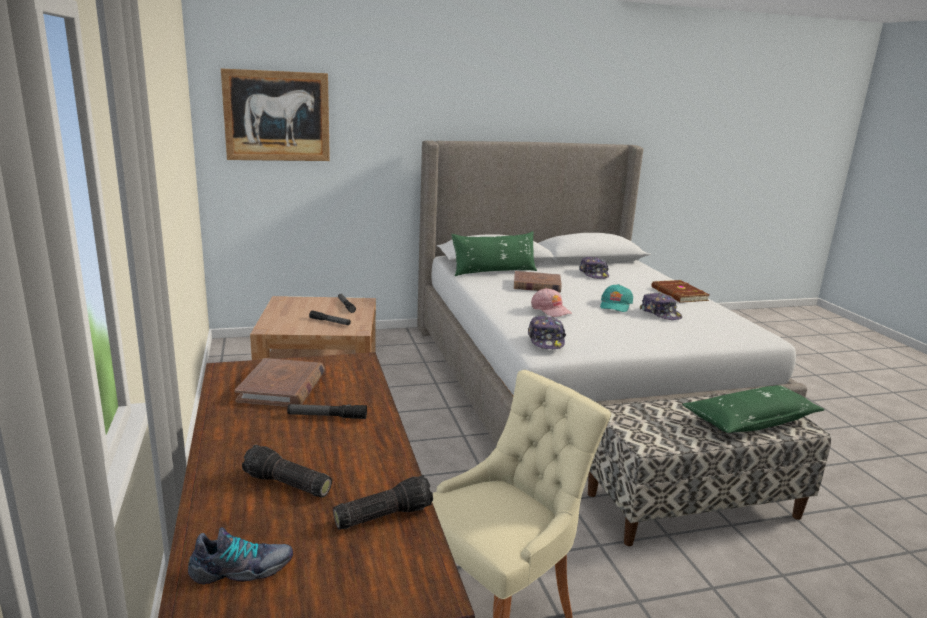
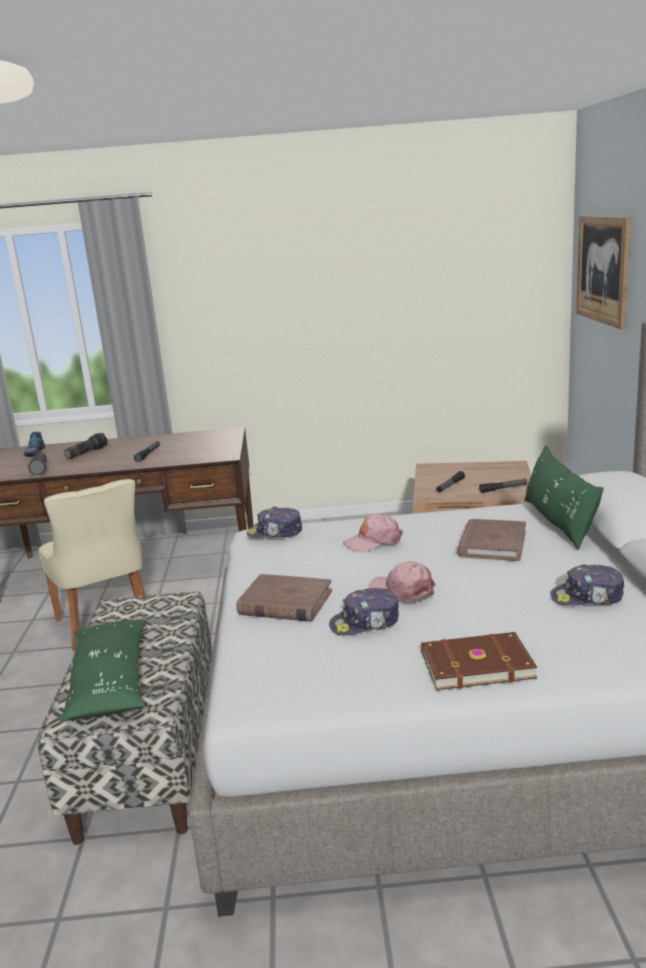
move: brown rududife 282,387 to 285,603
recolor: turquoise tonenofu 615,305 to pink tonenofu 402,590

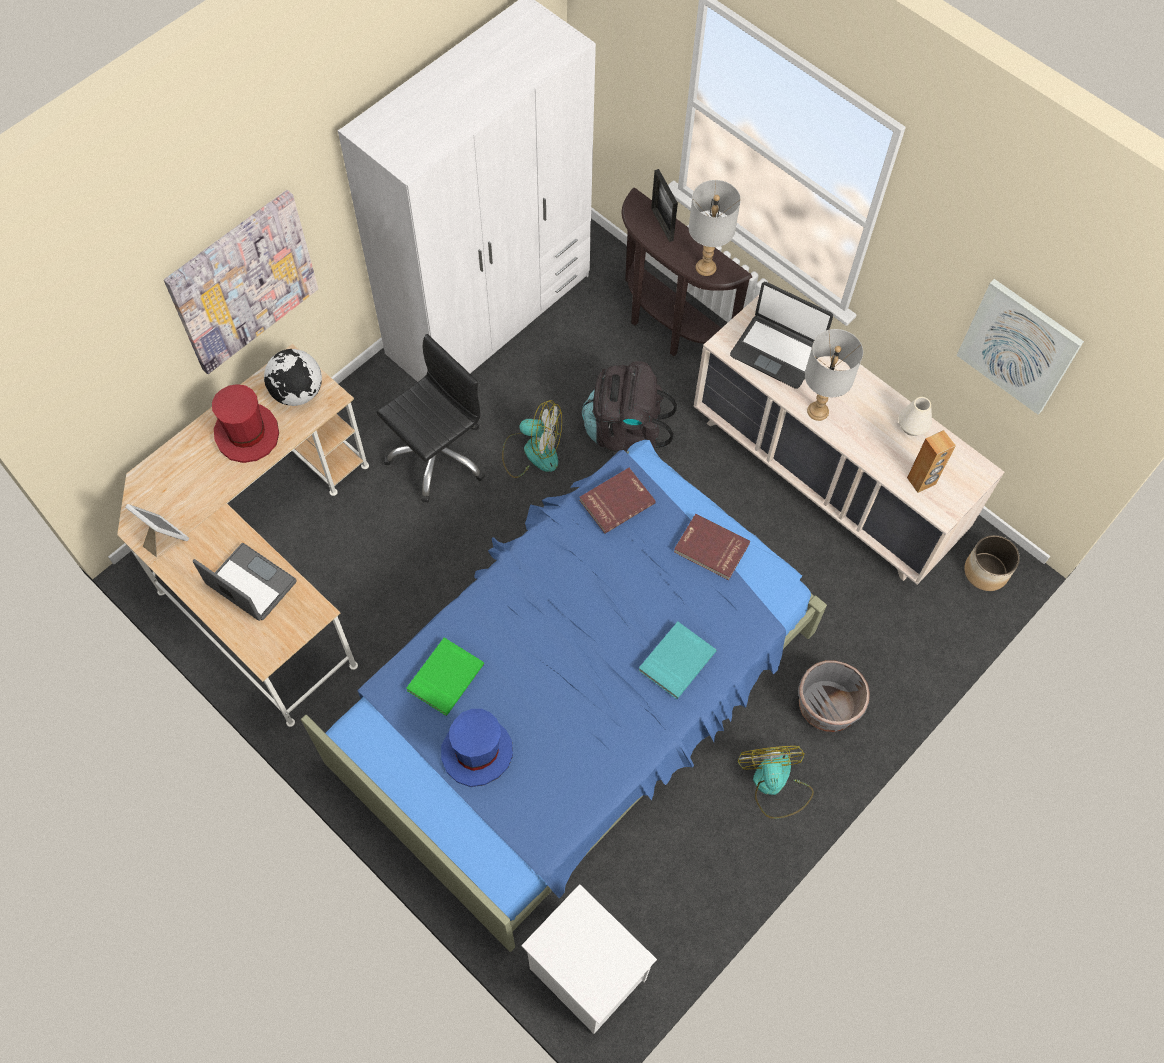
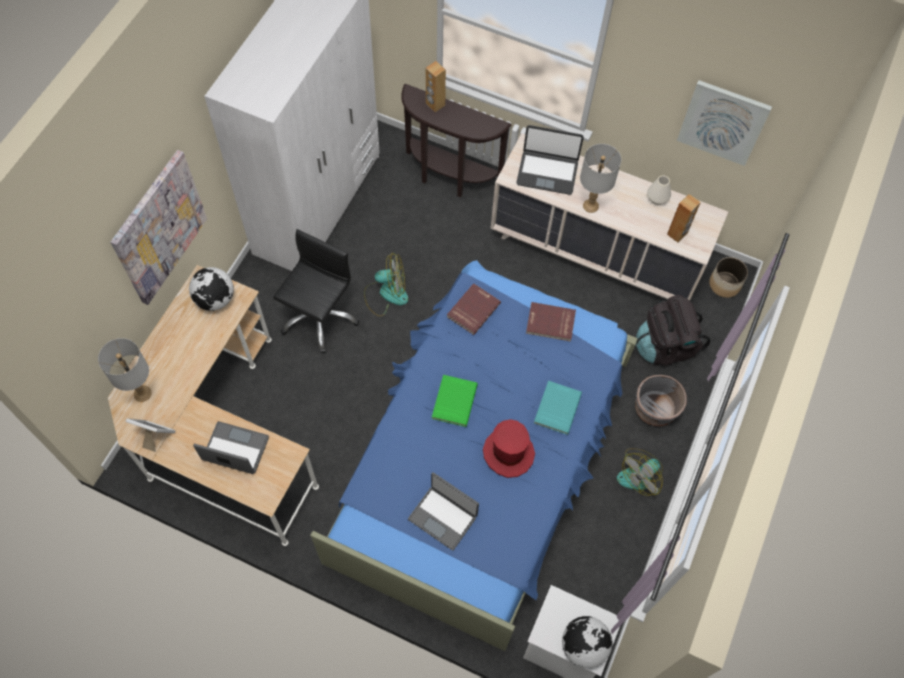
insert: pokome 583,646
move: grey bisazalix 706,267 to 142,393; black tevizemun 625,430 to 665,346; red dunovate 247,433 to 508,452; green rududife 444,676 to 453,401
replace: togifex 662,224 to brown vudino 435,104; blue dunovate 477,752 to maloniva 443,517
rotate: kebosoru 774,785 = 640,474 105 degrees counterclockwise

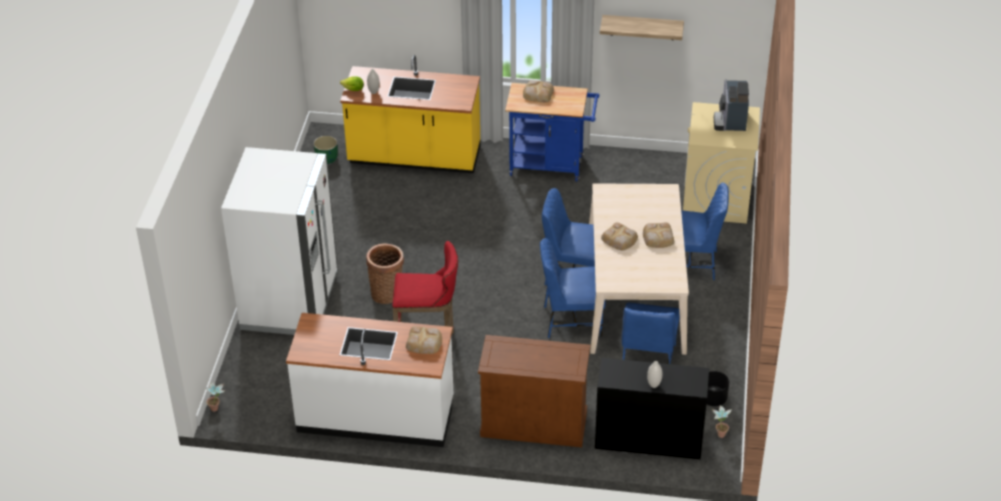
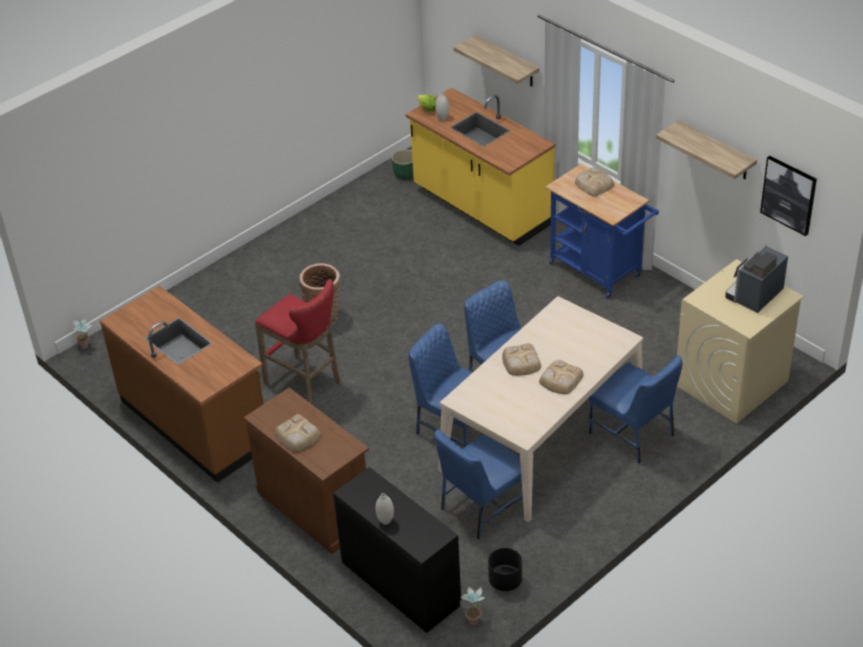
delete: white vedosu 290,302
insert: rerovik 507,62; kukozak 789,195
move: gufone 424,342 to 297,436
recolor: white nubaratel 376,415 to brown nubaratel 196,422

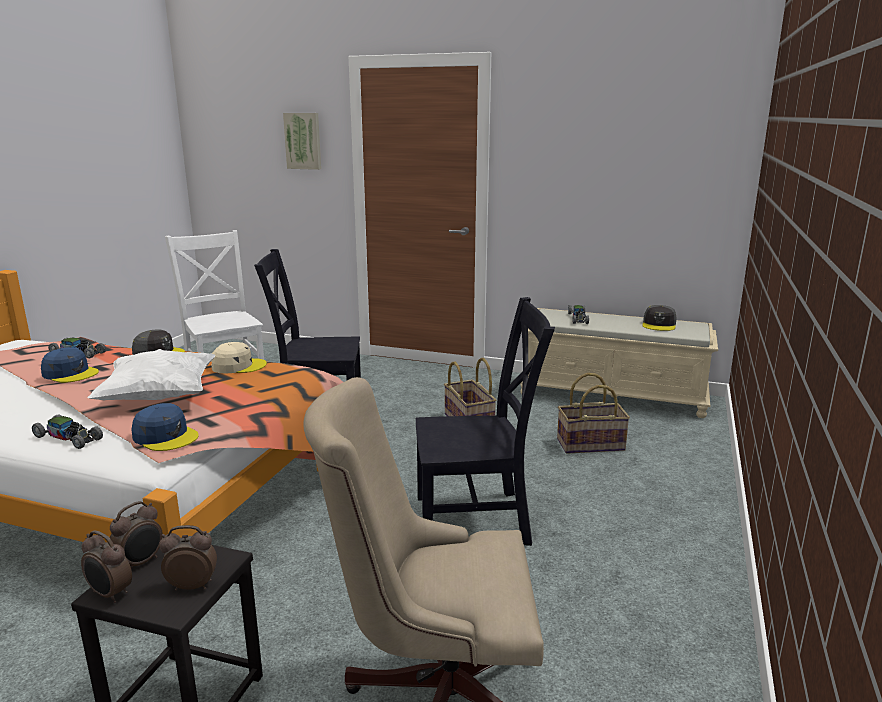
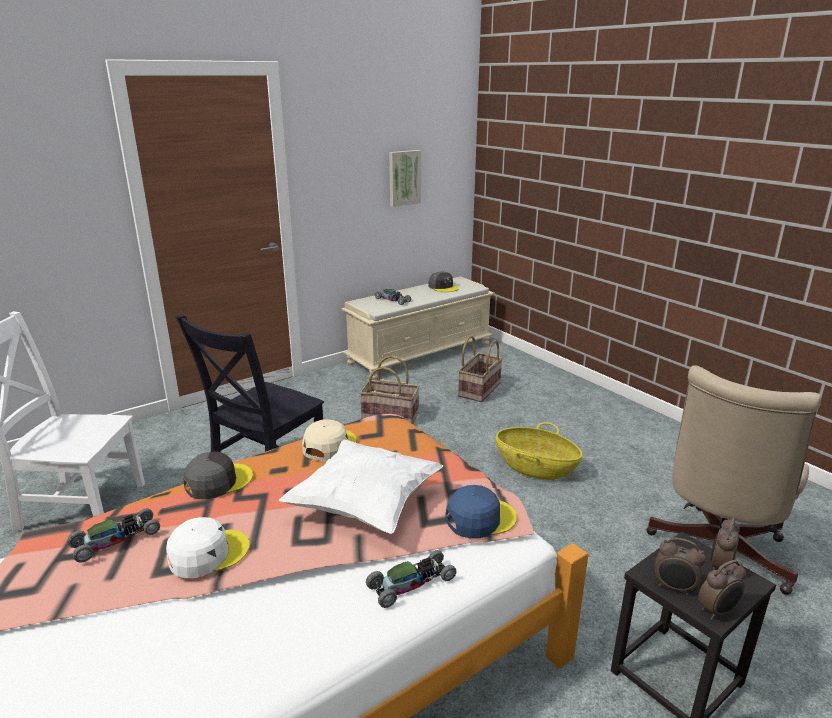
move: kukozak 303,141 to 404,178
replace: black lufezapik 477,520 to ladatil 535,467
recolor: blue tonenofu 70,373 to white tonenofu 207,553
rotate: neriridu 141,563 = 674,587 135 degrees clockwise

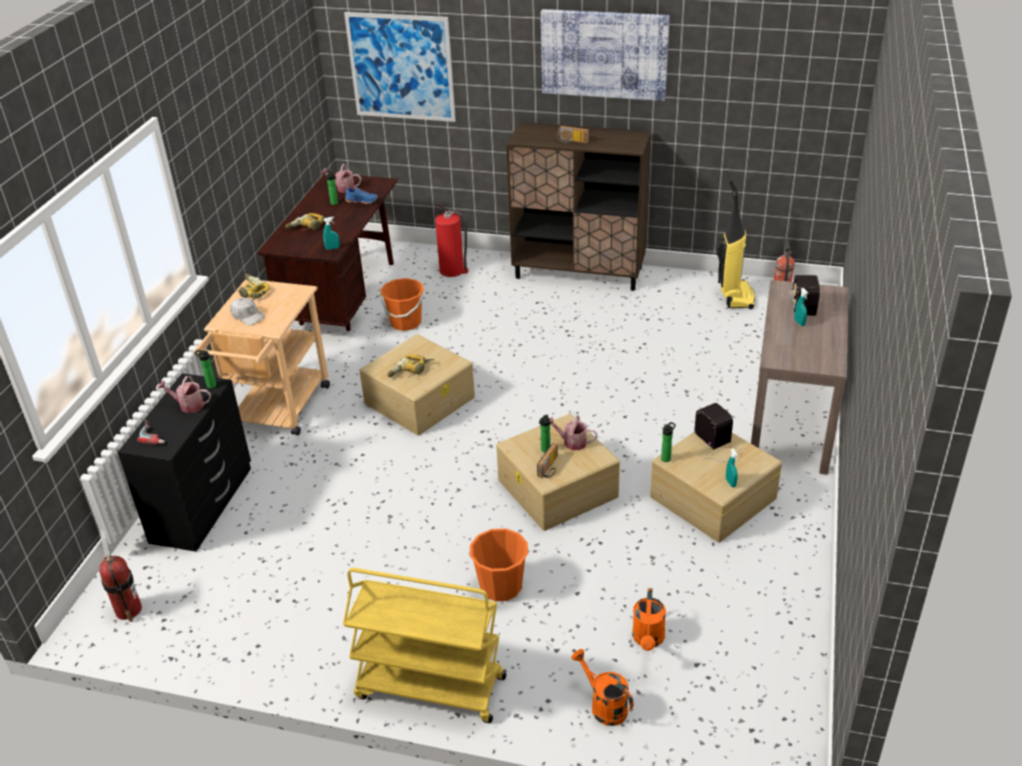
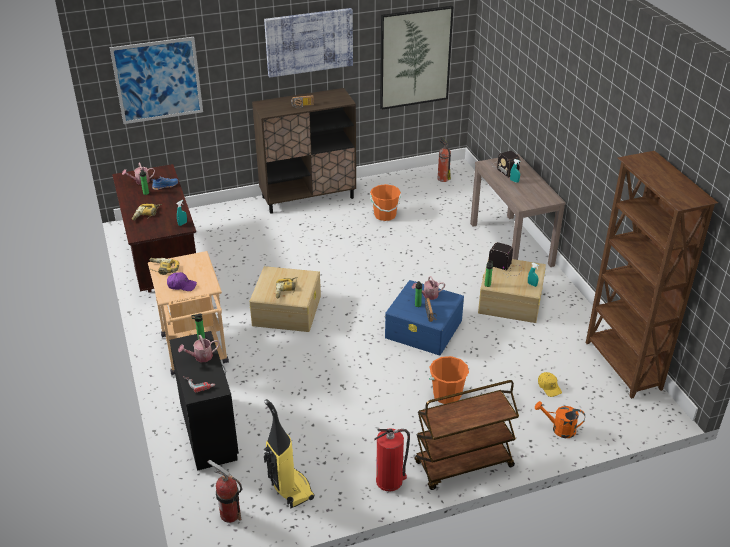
insert: kukozak 415,58; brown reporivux 622,366
move: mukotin 735,296 to 289,488; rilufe 452,270 to 390,481; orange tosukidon 405,323 to 385,215
replace: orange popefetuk 648,640 to yellow tonenofu 549,387
recolor: white tonenofu 247,316 to purple tonenofu 181,285; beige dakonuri 558,488 to blue dakonuri 424,329; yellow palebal 429,688 to brown palebal 463,465

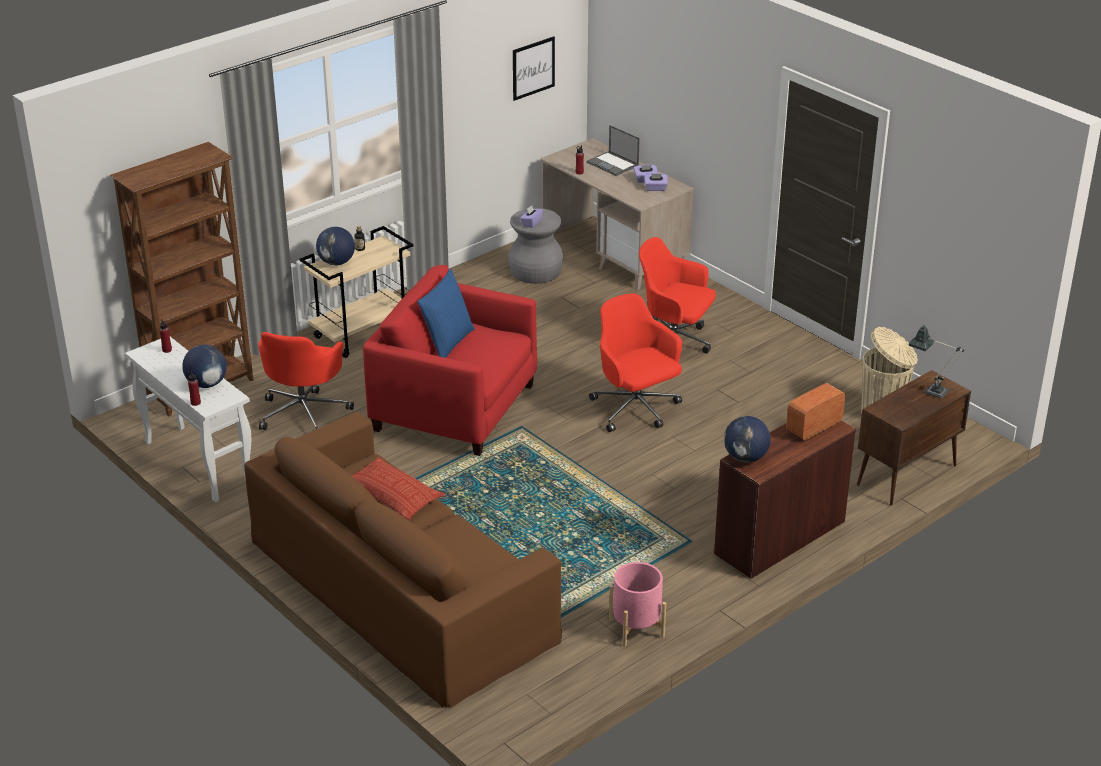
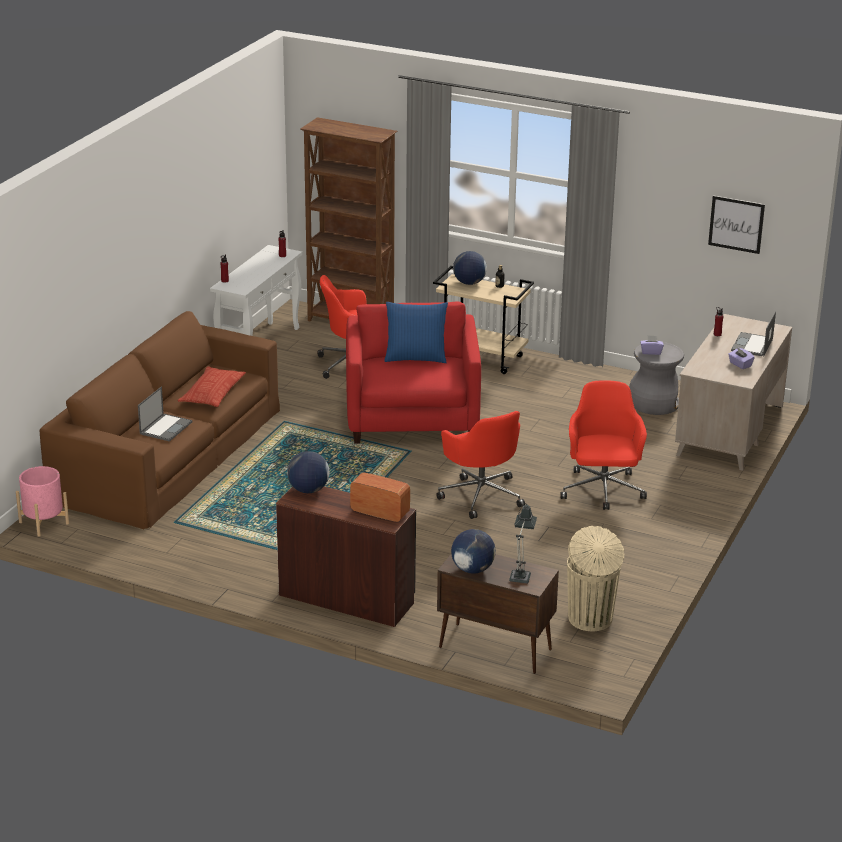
delete: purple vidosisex 655,188
insert: maloniva 166,427
move: pokome 206,384 to 472,569; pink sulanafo 636,628 to 44,523
rotate: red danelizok 636,409 = 481,495 120 degrees clockwise

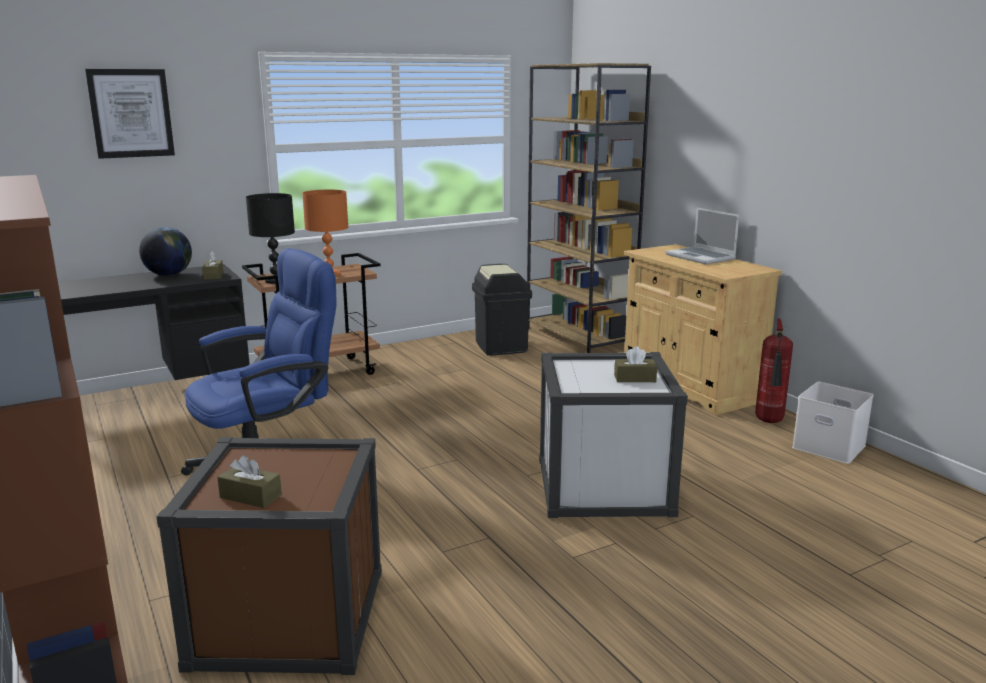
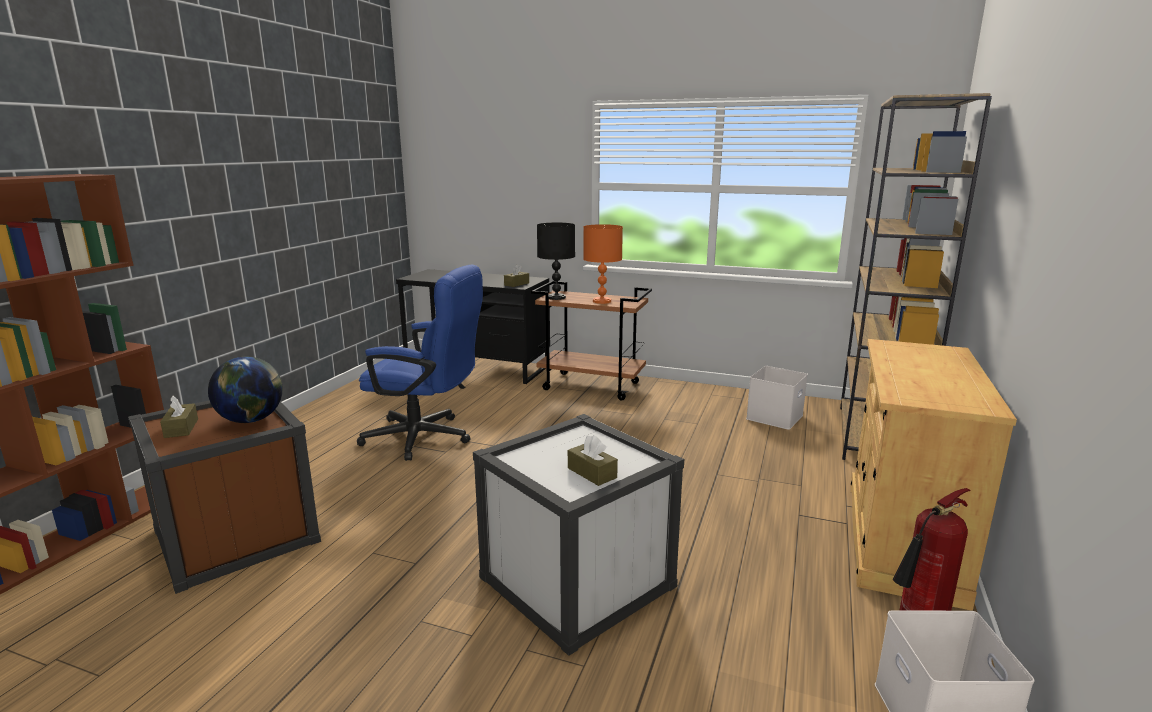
delete: kukozak 131,113; maloniva 701,257
move: pokome 169,275 to 251,420
replace: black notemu 500,347 to white dakonuri 774,416

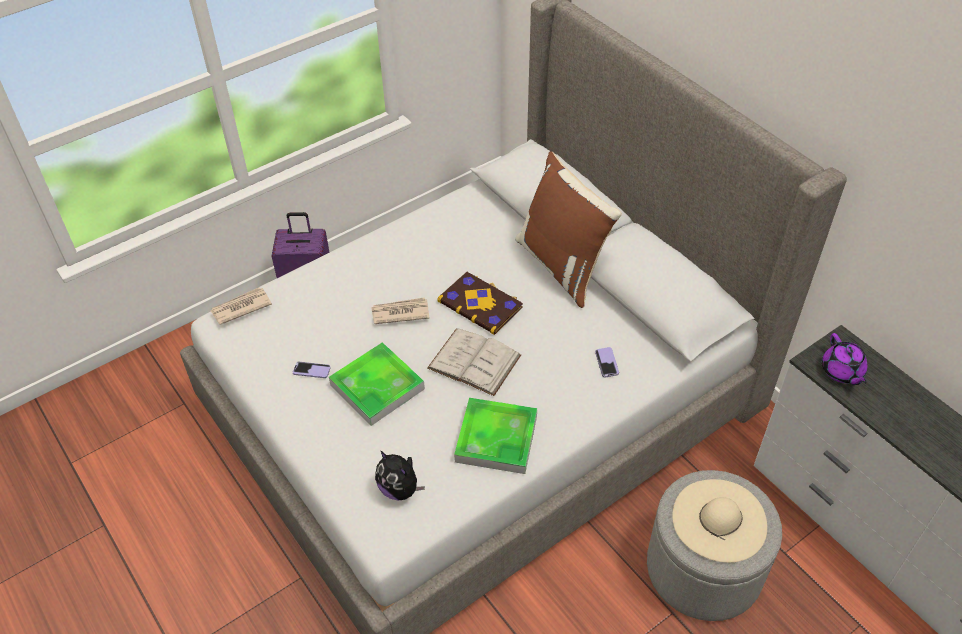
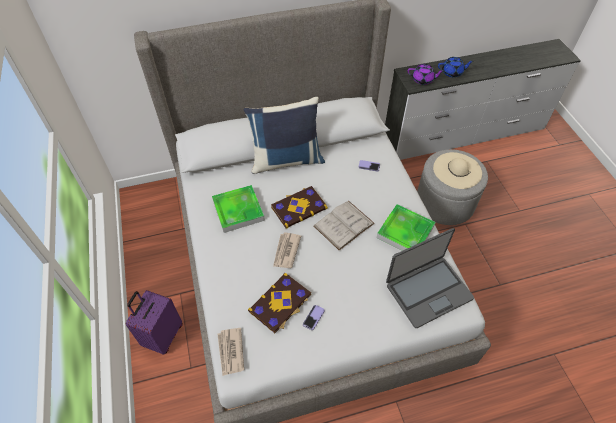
insert: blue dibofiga 452,72; rududife 280,303
move: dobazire 377,387 to 238,210
replace: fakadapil 400,489 to maloniva 428,291
recolor: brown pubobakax 563,265 to blue pubobakax 286,160

